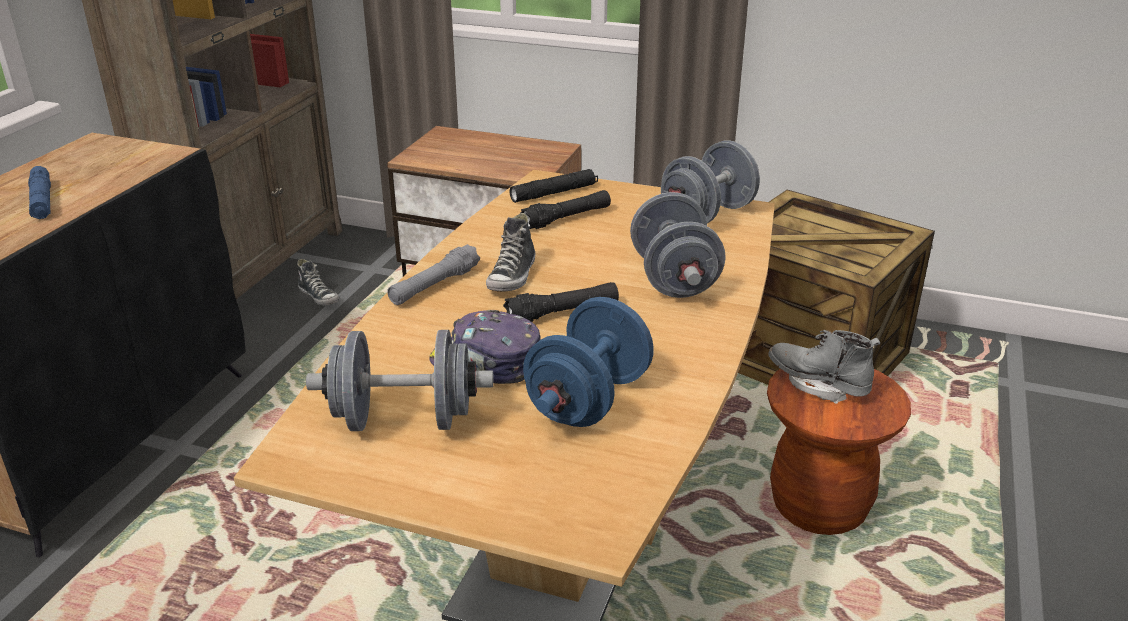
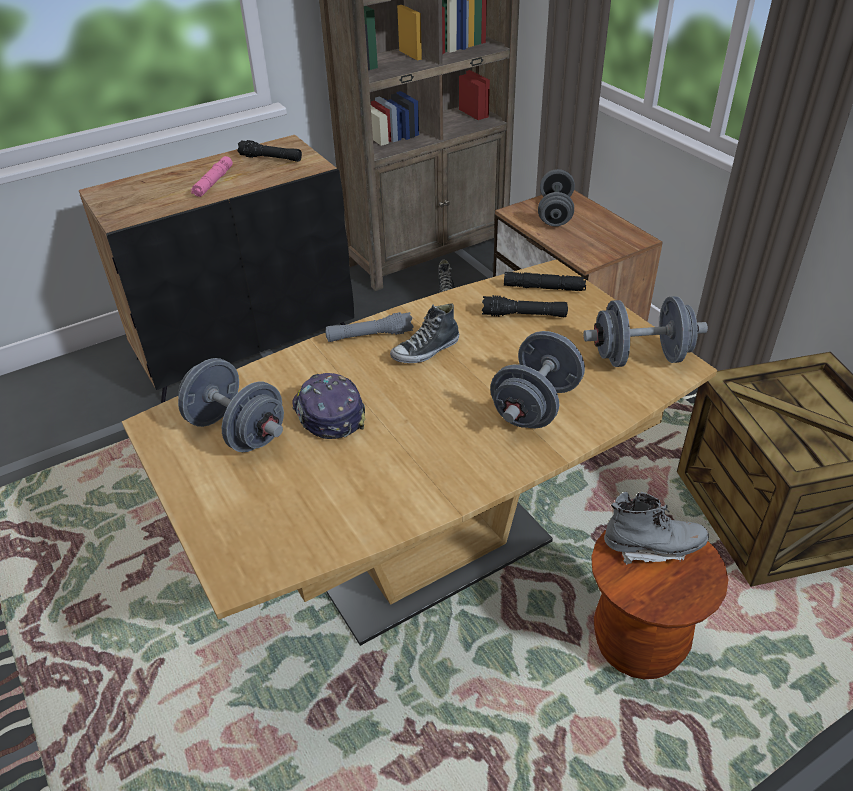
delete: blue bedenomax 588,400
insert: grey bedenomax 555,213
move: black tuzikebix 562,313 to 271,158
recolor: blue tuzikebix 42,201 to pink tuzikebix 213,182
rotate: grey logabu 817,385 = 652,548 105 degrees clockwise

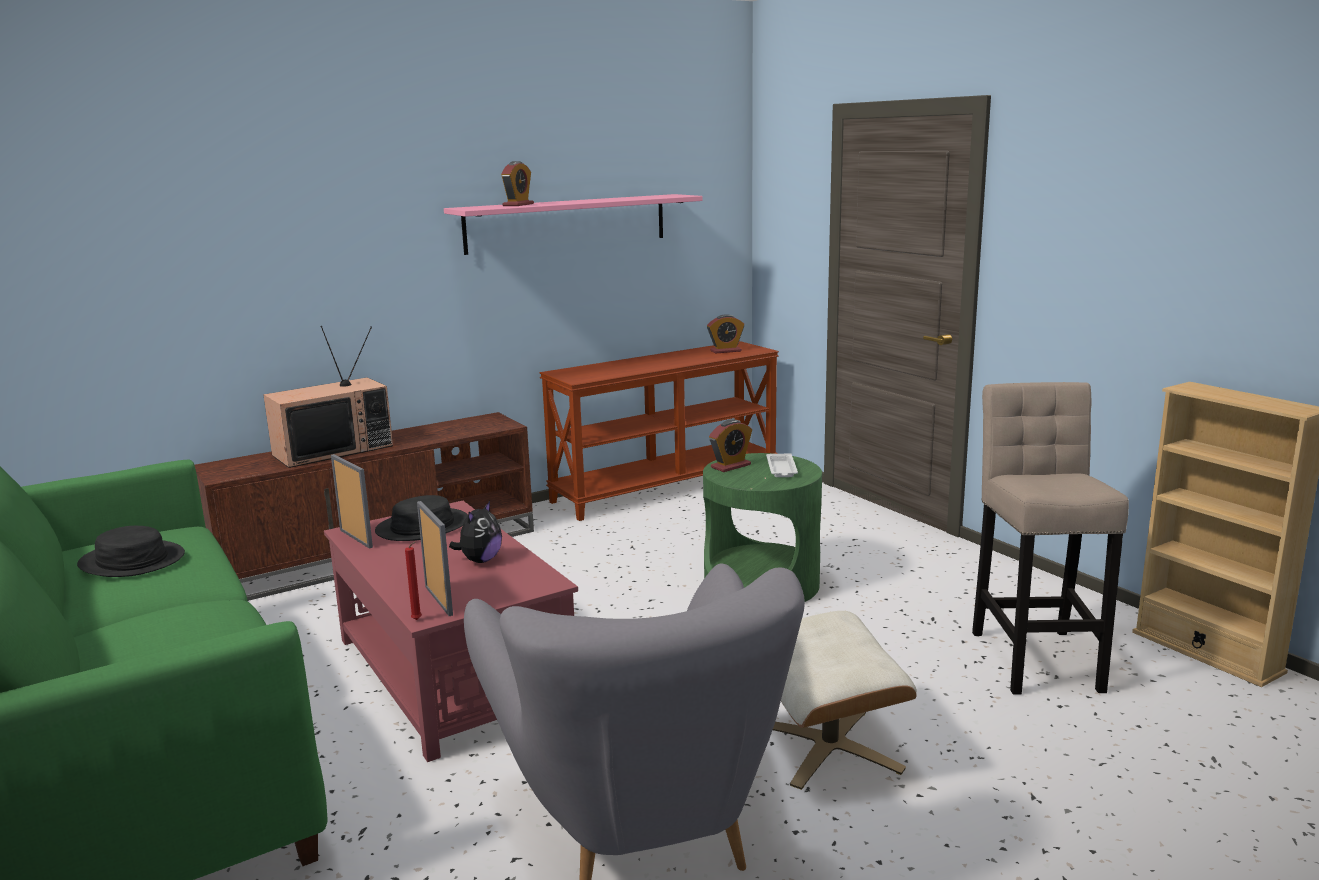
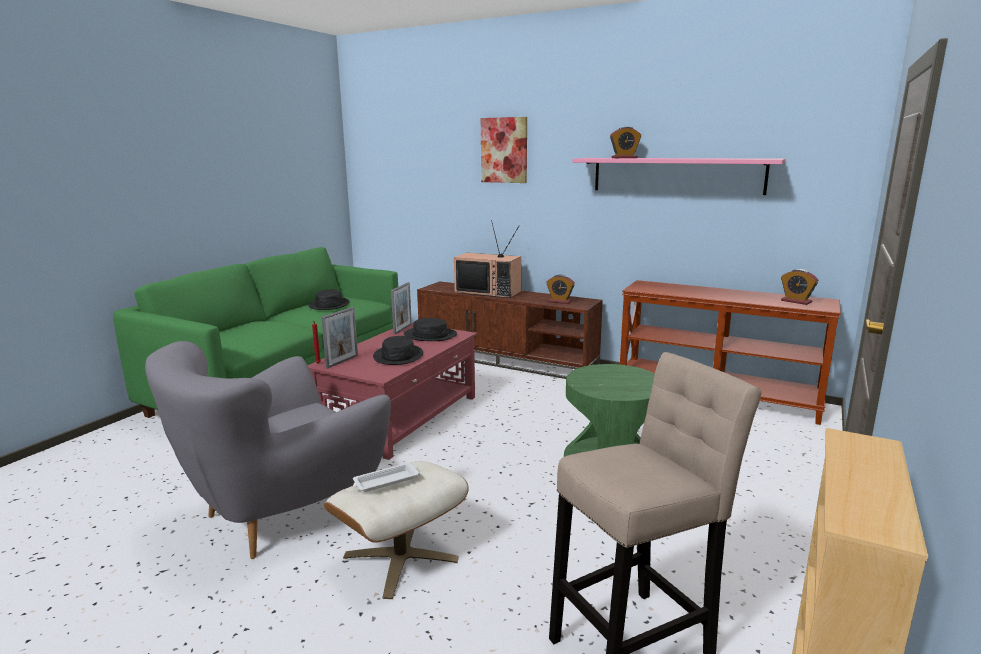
insert: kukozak 504,150
move: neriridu 730,466 to 560,301; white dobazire 781,469 to 385,481
replace: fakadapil 480,560 to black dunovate 398,356

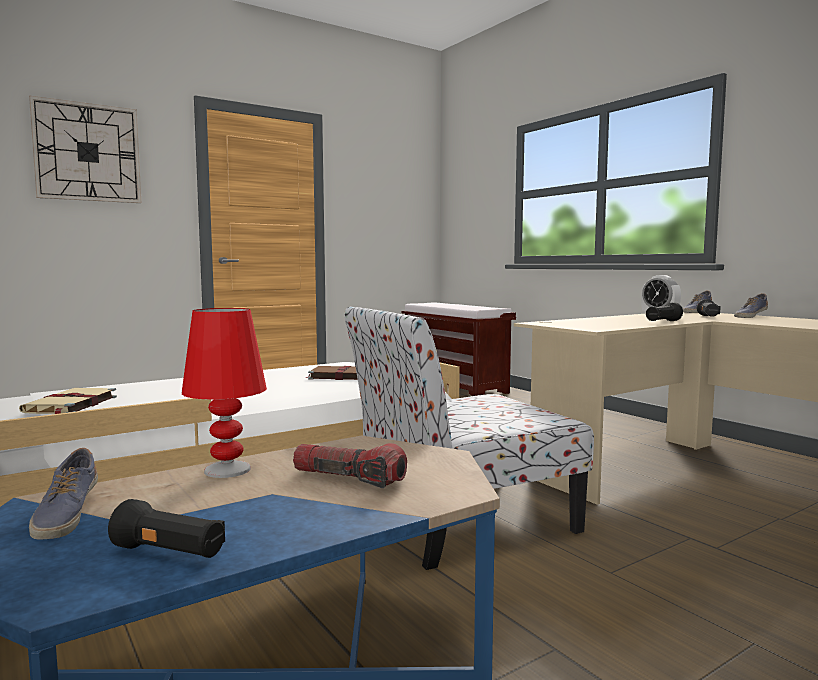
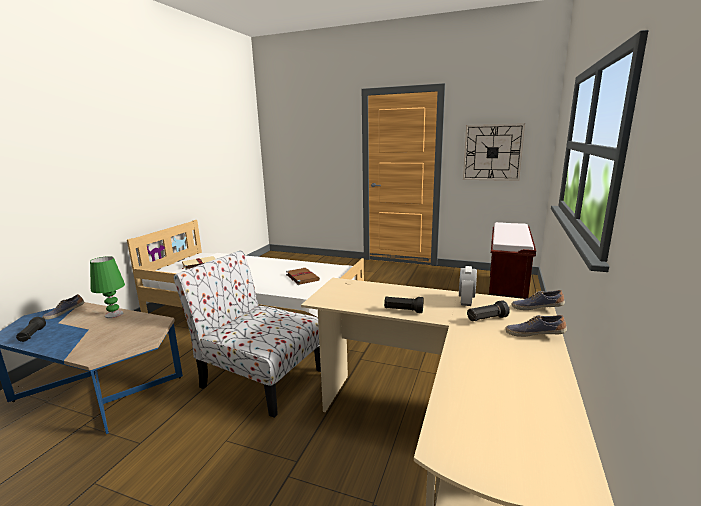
delete: tuzikebix 349,479
move: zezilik 87,152 to 492,152
recolor: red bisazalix 227,470 to green bisazalix 113,314

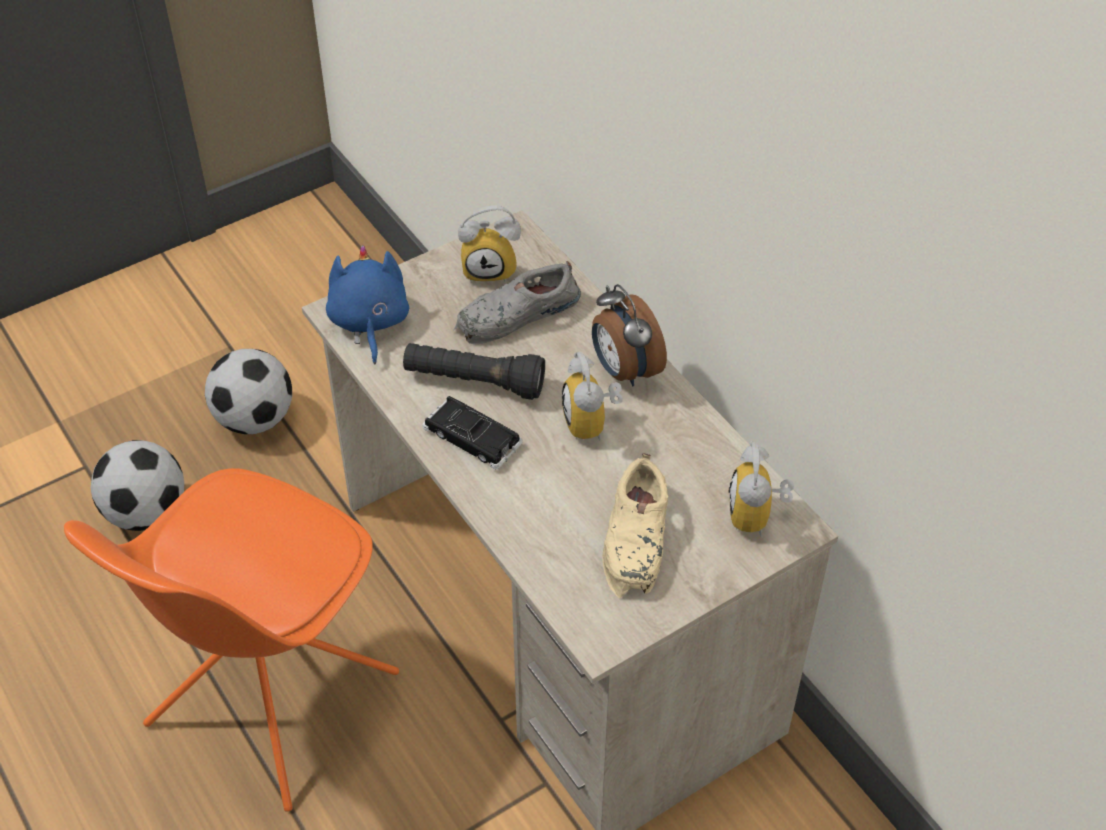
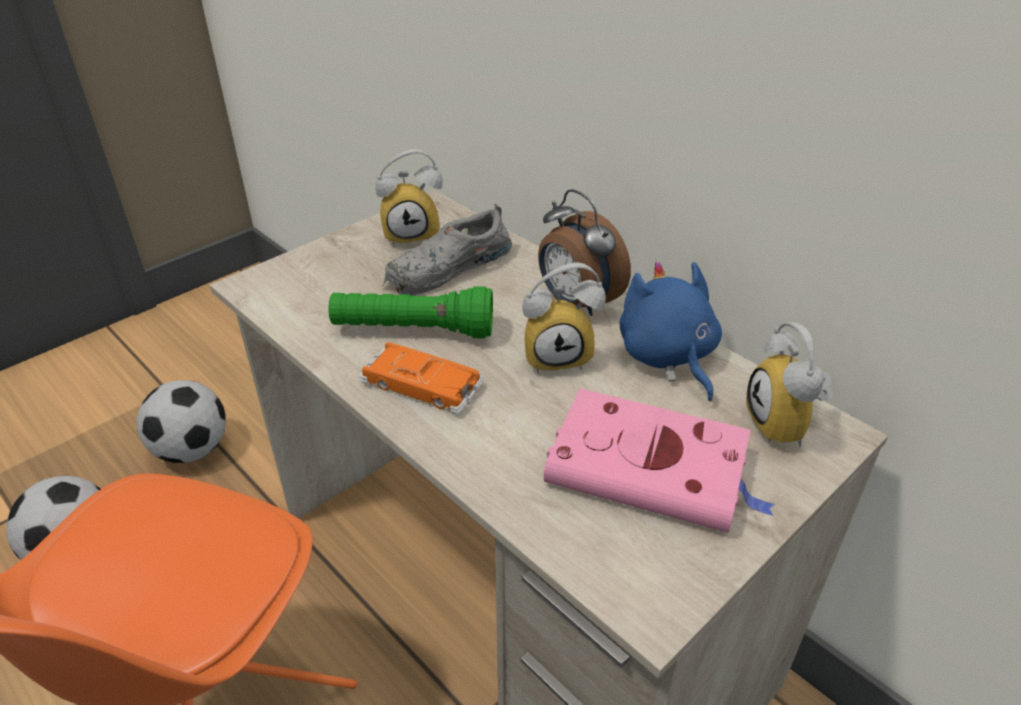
move: blue fakadapil 369,322 to 668,357
replace: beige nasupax 637,538 to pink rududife 653,469
recolor: black tuzikebix 474,382 to green tuzikebix 413,331; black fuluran 472,437 to orange fuluran 421,385
rotate: neriridu 593,424 = 559,355 75 degrees counterclockwise

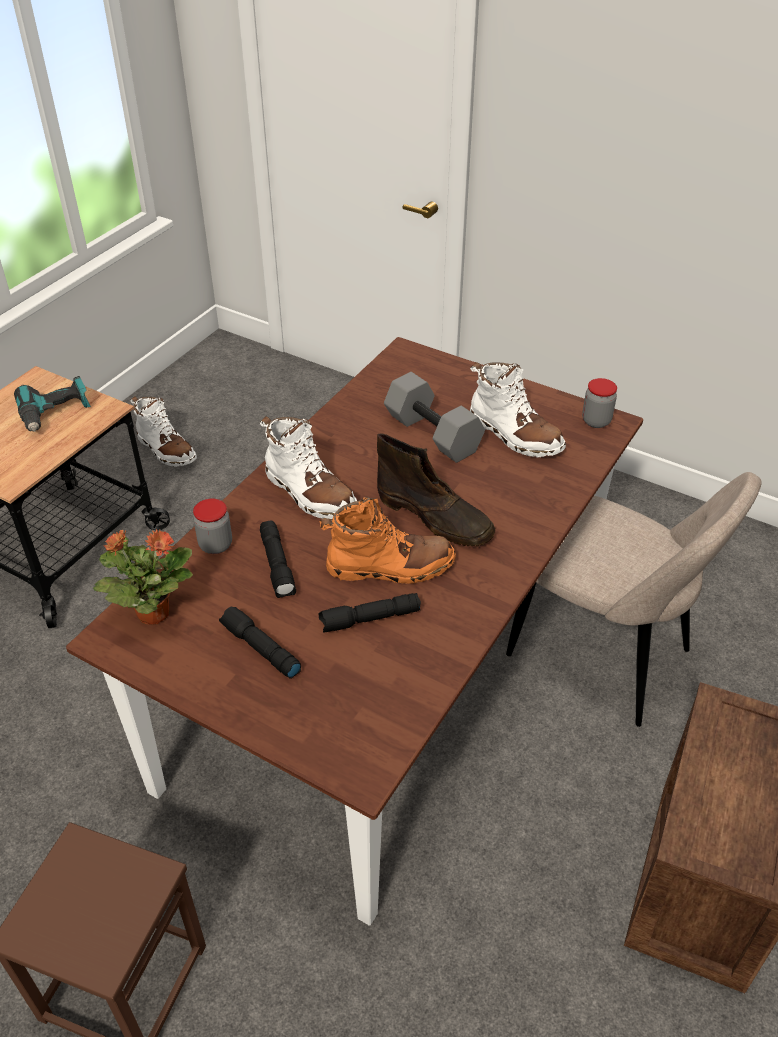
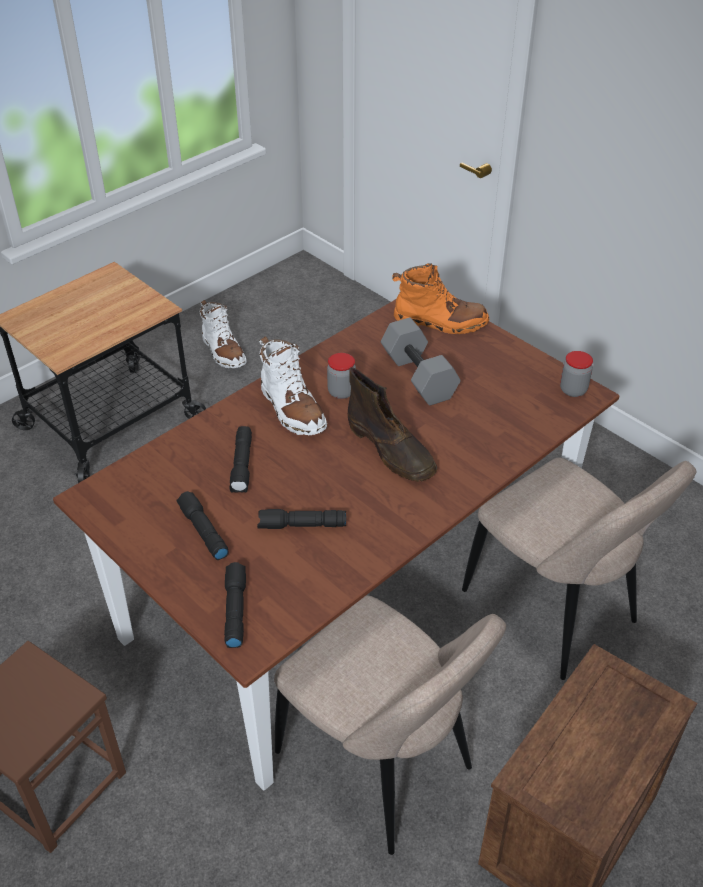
delete: white logabu 514,434; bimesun 55,413; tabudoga 152,613
insert: black tuzikebix 234,609; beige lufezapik 380,766
move: orange logabu 390,567 to 440,322; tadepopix 215,545 to 341,392

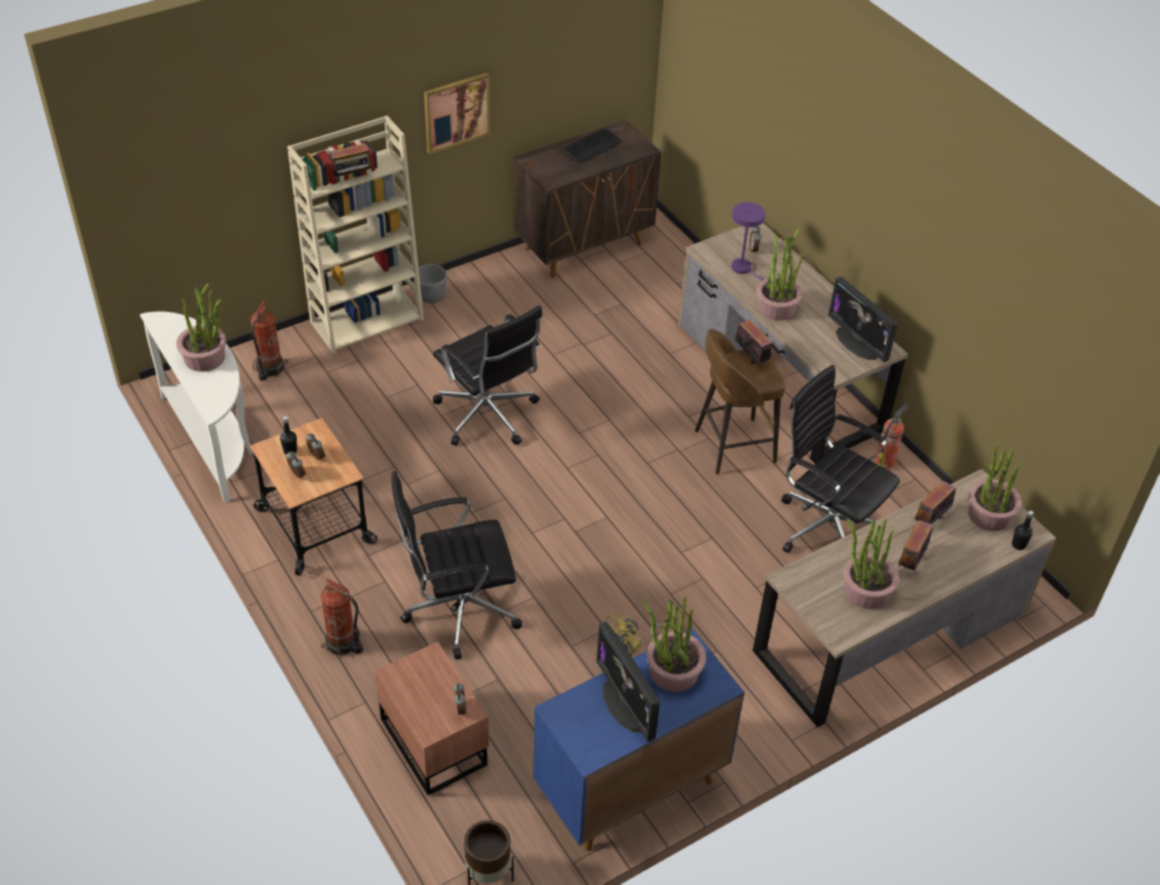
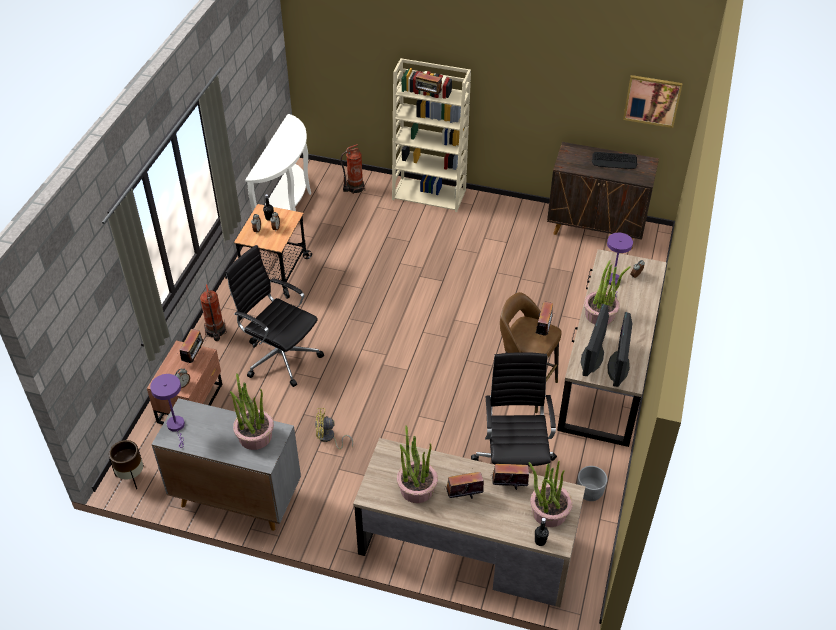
delete: tabudoga 205,358; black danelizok 488,416; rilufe 885,461
insert: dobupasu 194,356; purple bisazalix 177,427
move: kukozak 456,112 to 652,100; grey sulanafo 431,296 to 589,492; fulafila 625,705 to 592,357
recolor: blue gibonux 629,788 to grey gibonux 236,498

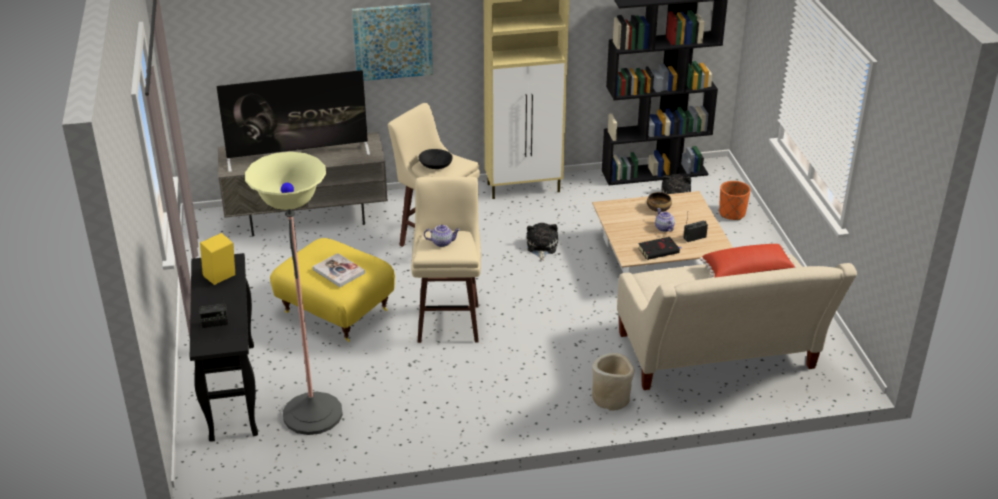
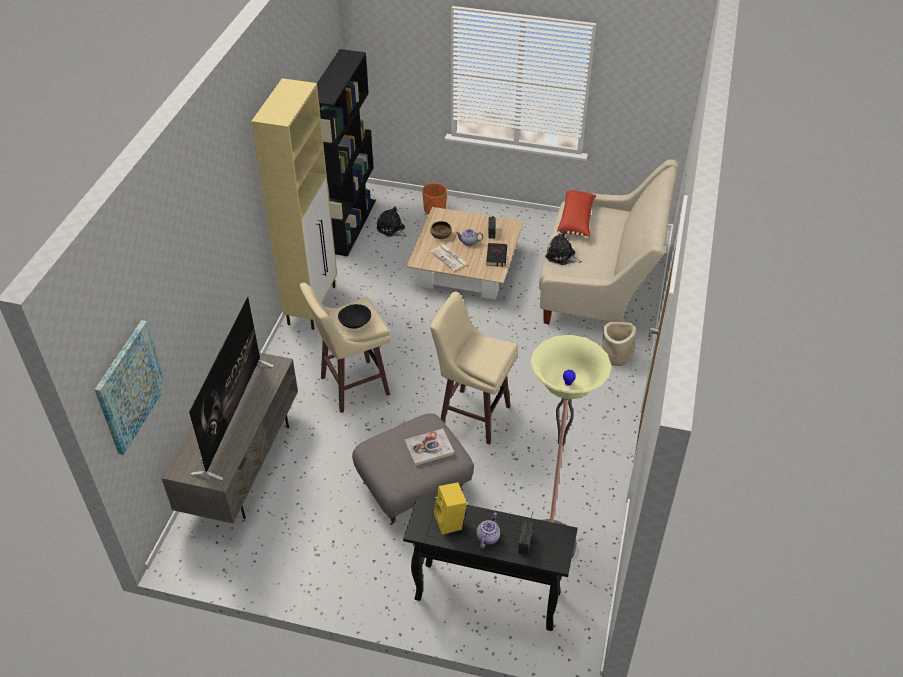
insert: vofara 450,258
move: kukozak 393,41 to 129,387; fakadapil 541,247 to 562,256; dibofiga 442,242 to 487,537
recolor: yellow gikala 334,313 to grey gikala 413,488

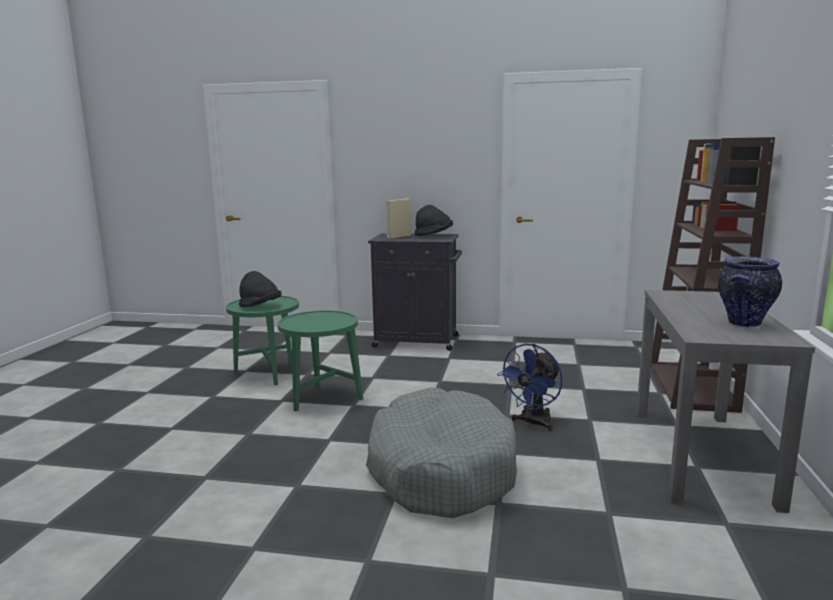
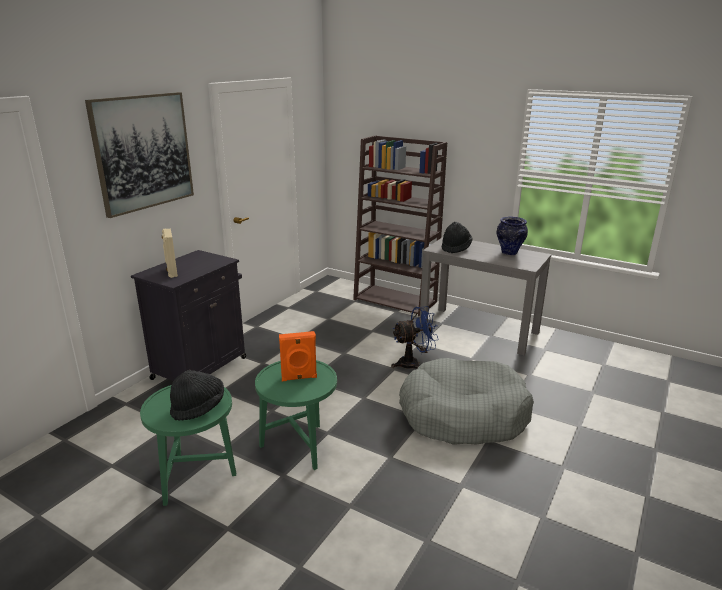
insert: kukozak 143,152; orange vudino 299,378
move: black dunovate 434,235 to 456,248
rotate: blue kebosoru 533,423 = 413,364 75 degrees counterclockwise

